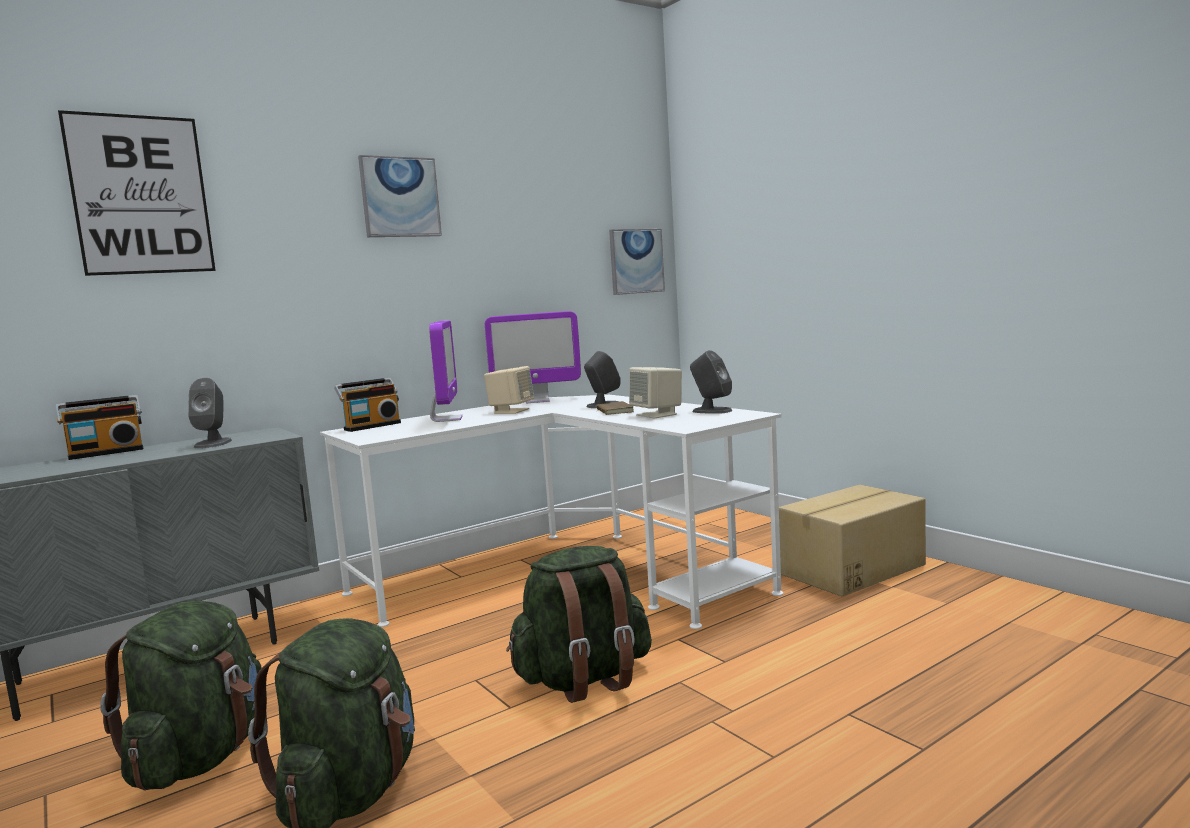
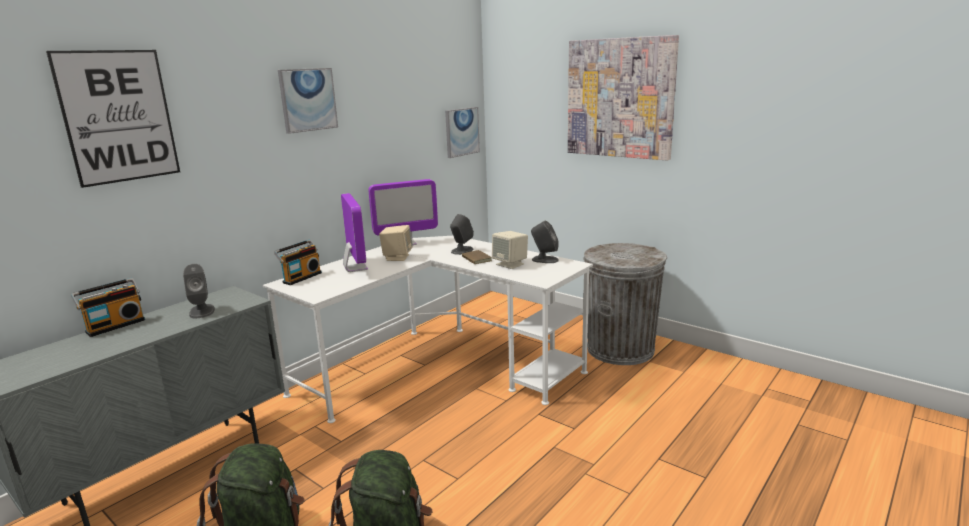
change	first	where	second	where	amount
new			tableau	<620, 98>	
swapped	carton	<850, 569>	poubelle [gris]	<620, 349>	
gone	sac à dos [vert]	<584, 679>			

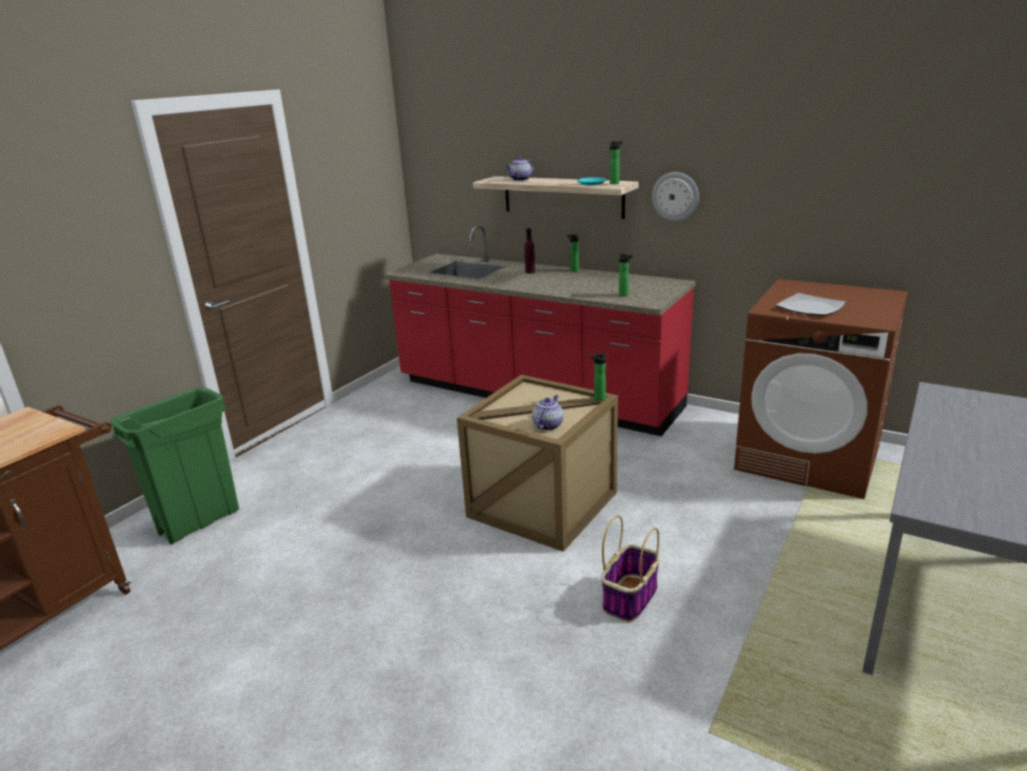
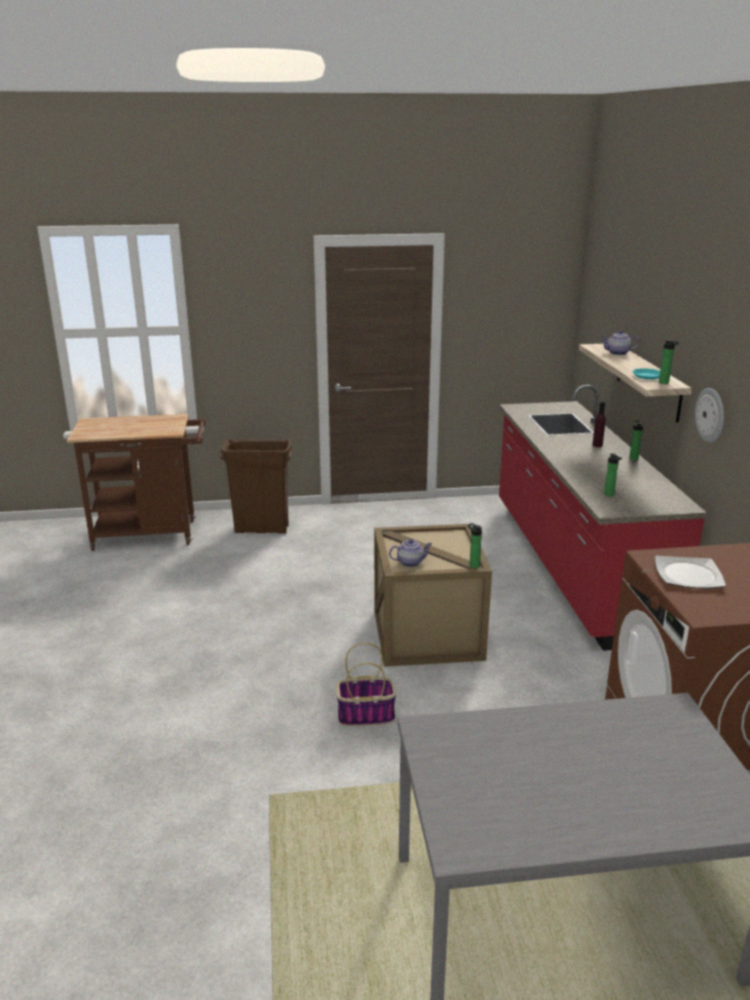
change	first	where	second	where	amount
repainted	poubelle [vert]	<200, 522>	poubelle [marron]	<262, 529>	

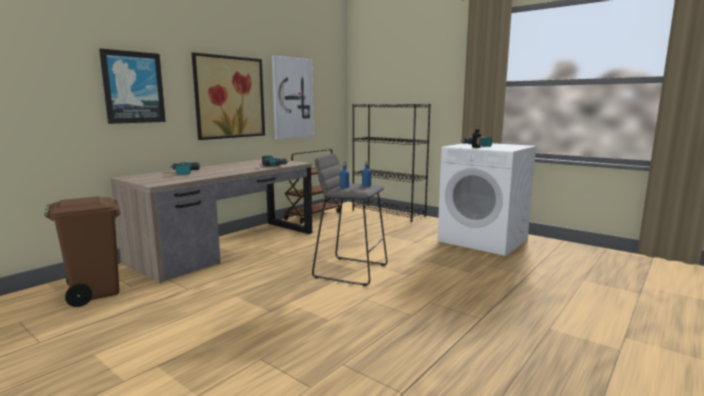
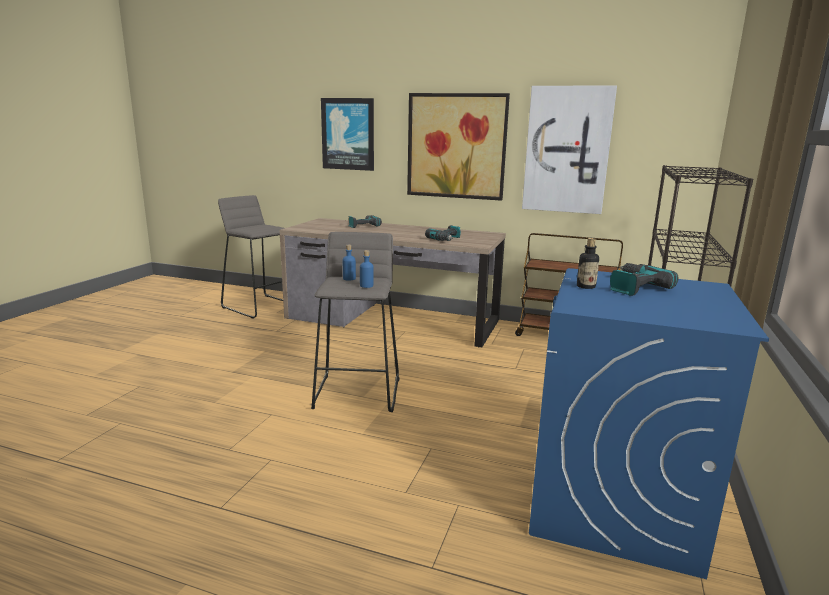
change	first	where	second	where	amount
swapped	poubelle [marron]	<94, 293>	tabouret [gris]	<260, 306>	
repainted	lave-linge [blanc]	<483, 240>	lave-linge [bleu]	<614, 503>	

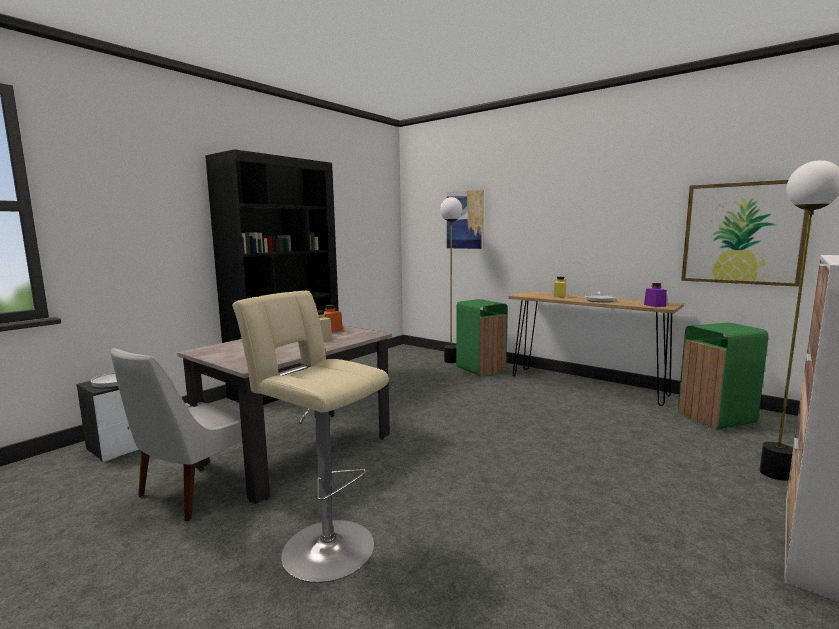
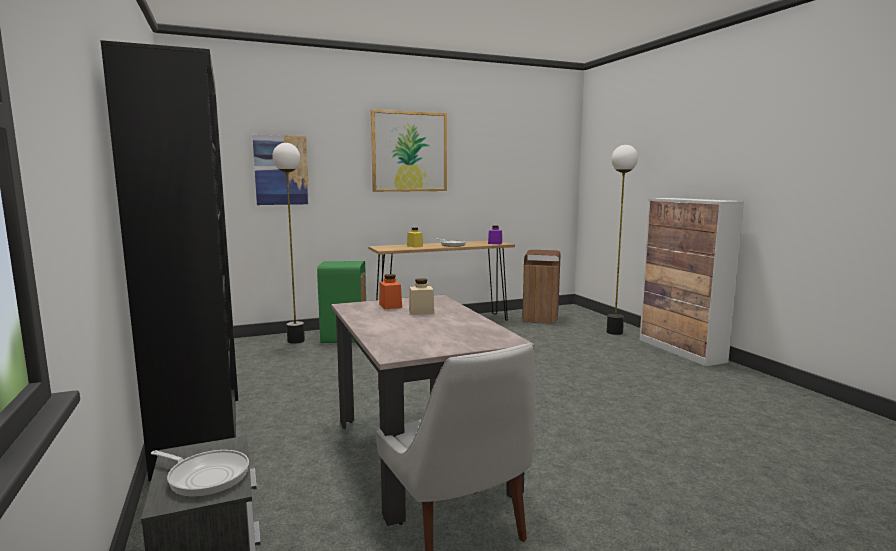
change	first	where	second	where	amount
shifted	tableau	<742, 233>		<409, 152>	
repainted	poubelle [vert]	<717, 418>	poubelle [marron]	<541, 318>	
gone	tabouret [beige]	<323, 546>			

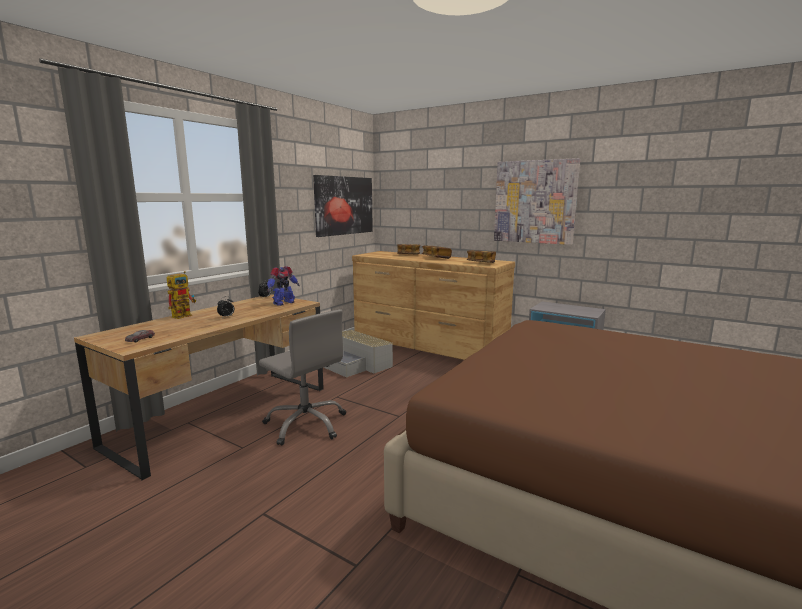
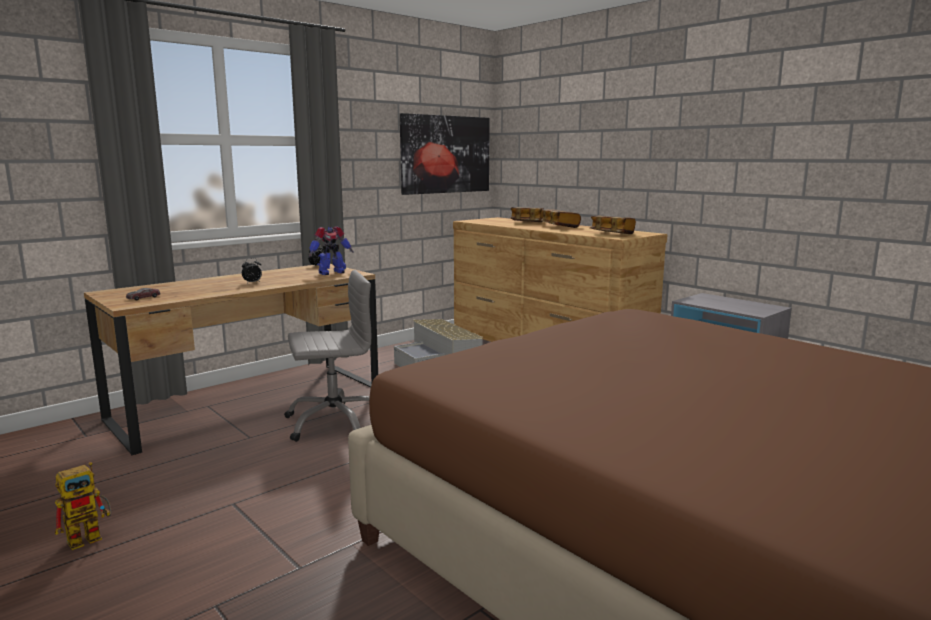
change	first	where	second	where	amount
shifted	robot jouet	<184, 315>		<91, 536>	
rotated	chaise de bureau [gris]	<306, 424>		<334, 422>	75 degrees counterclockwise
gone	tableau	<535, 202>			

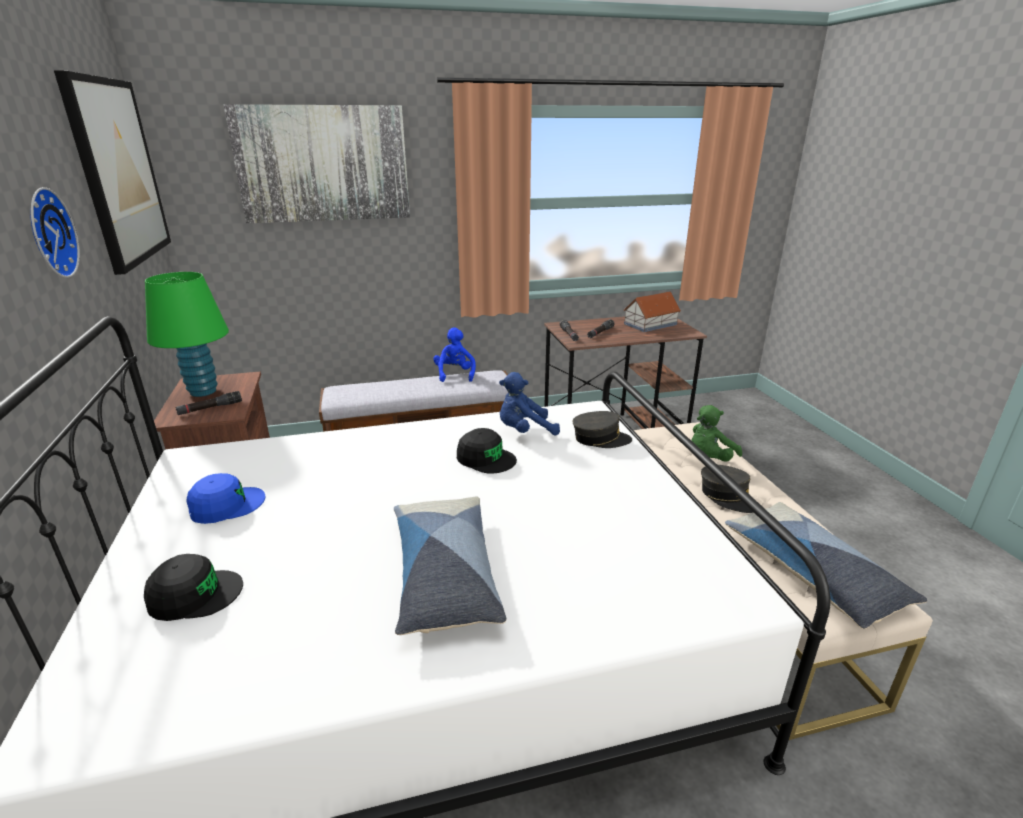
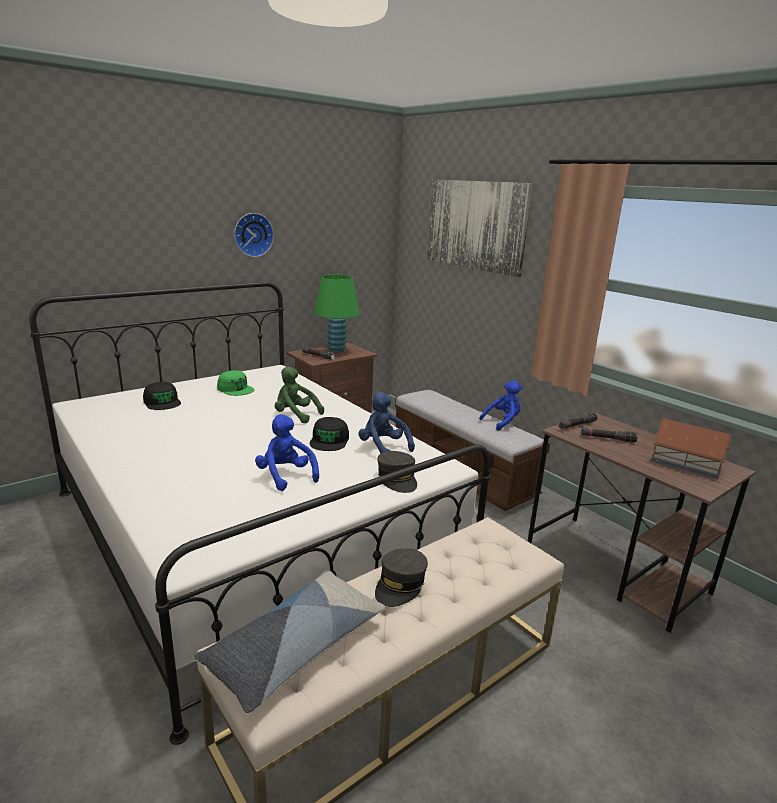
change	first	where	second	where	amount
repainted	casquette [bleu]	<226, 505>	casquette [vert]	<235, 389>	
new			peluche [bleu]	<286, 476>	
shifted	peluche [vert]	<709, 459>		<295, 415>	
gone	tableau	<118, 172>			
gone	coussin	<444, 574>			

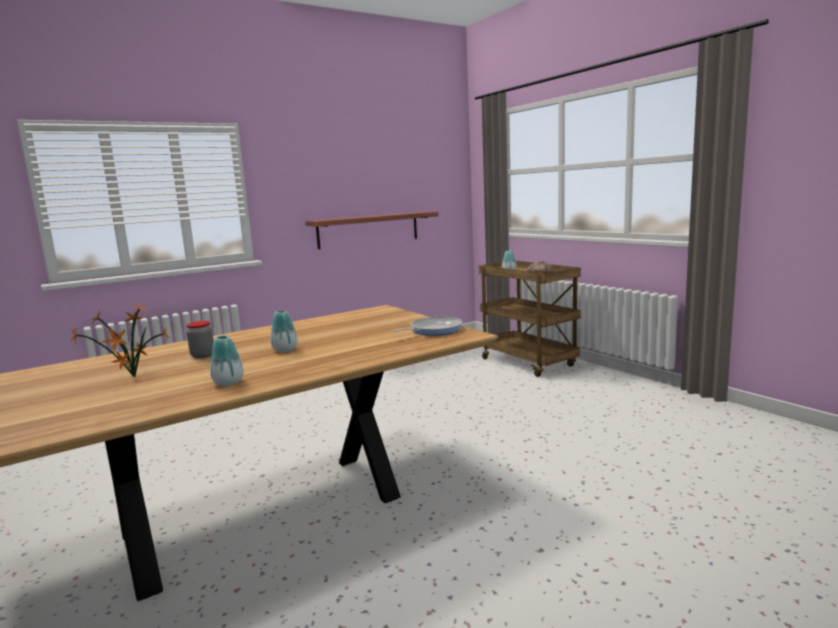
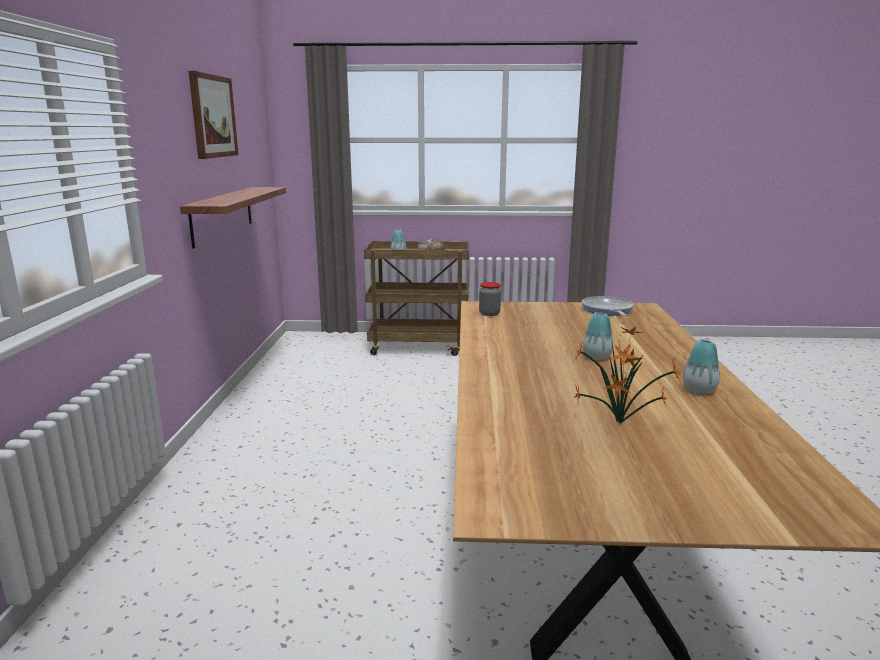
change	first	where	second	where	amount
new			tableau	<212, 116>	
shifted	bocal	<202, 355>		<489, 314>	

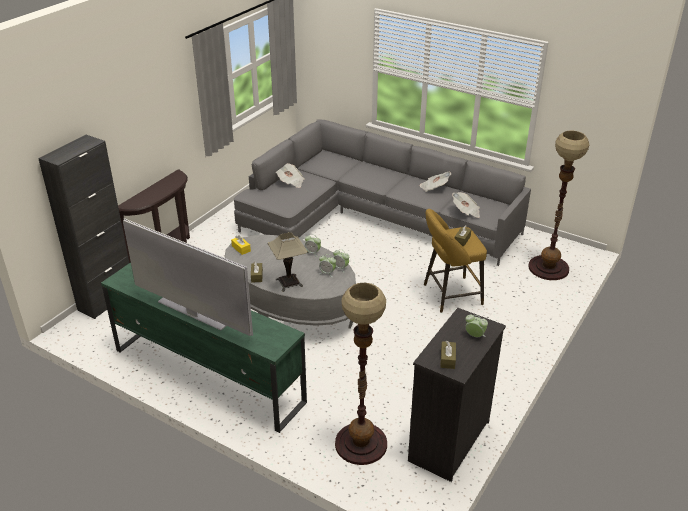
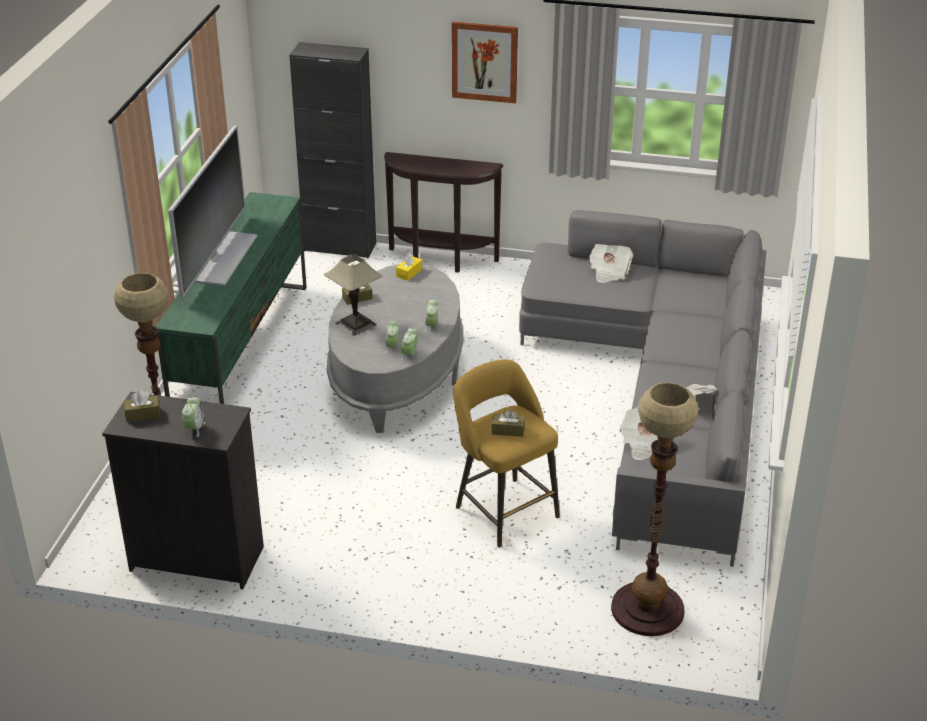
change	first	where	second	where	amount
new			tableau	<484, 61>	

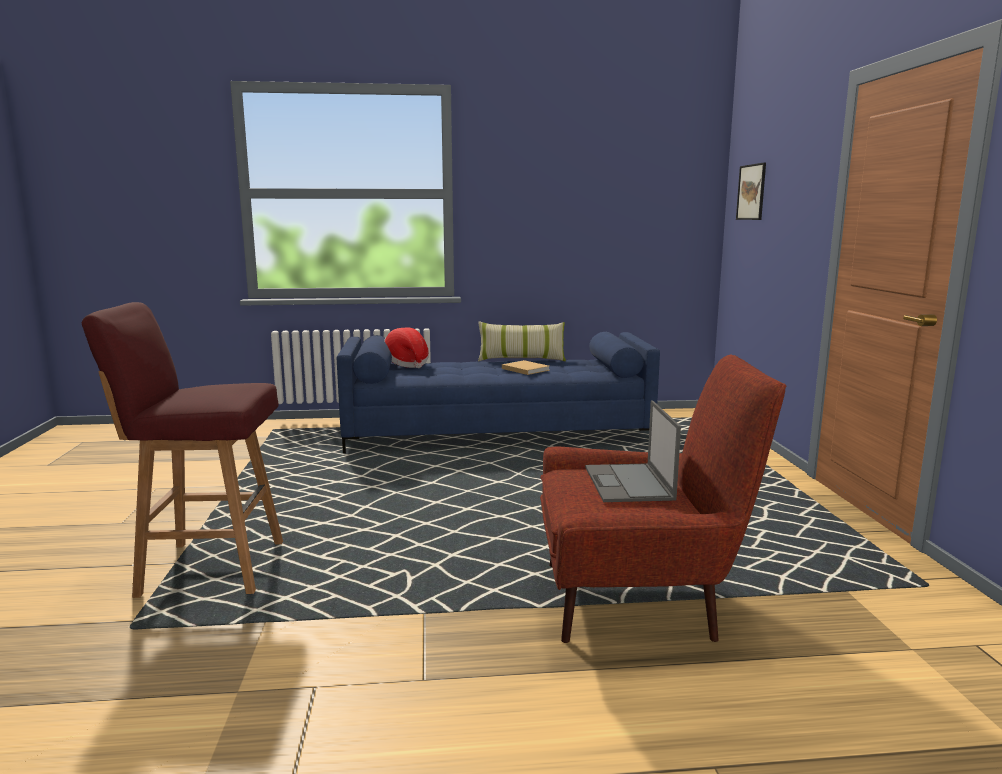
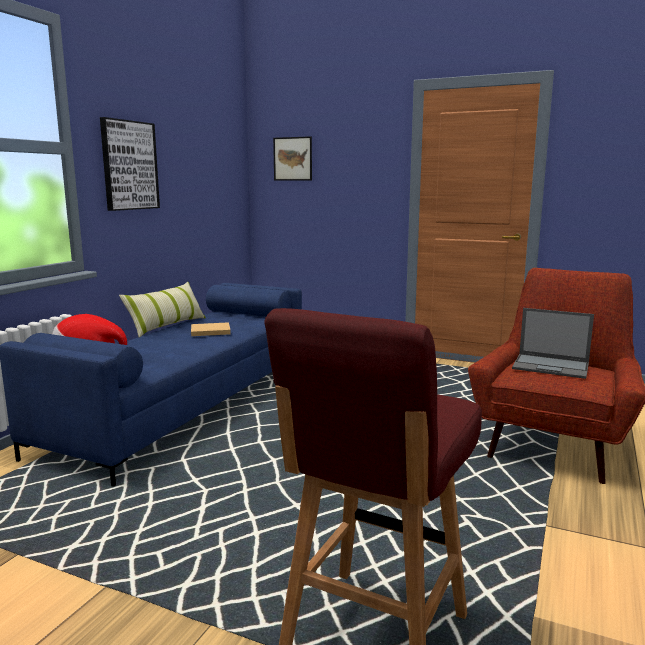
change	first	where	second	where	amount
new			tableau	<129, 165>	

